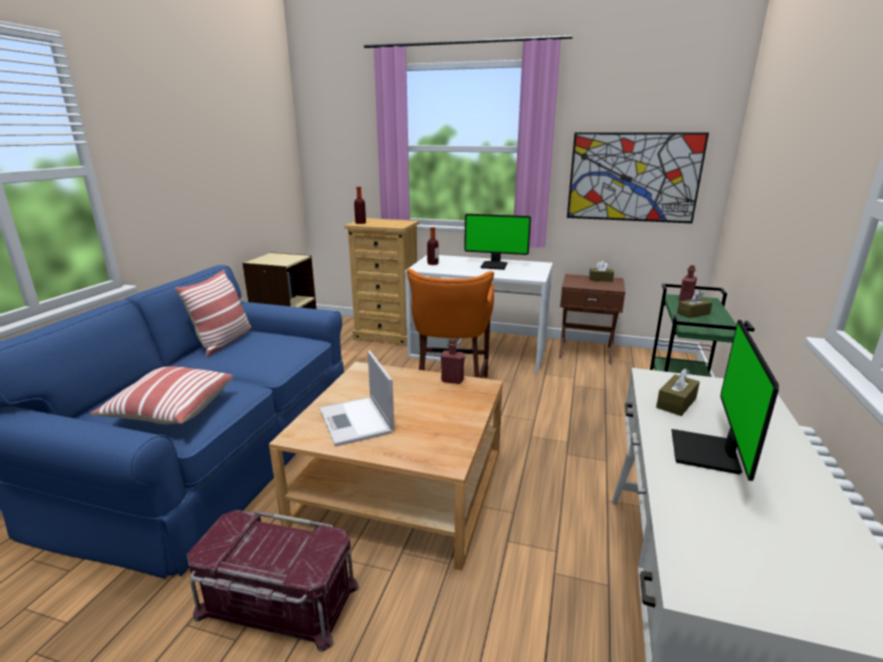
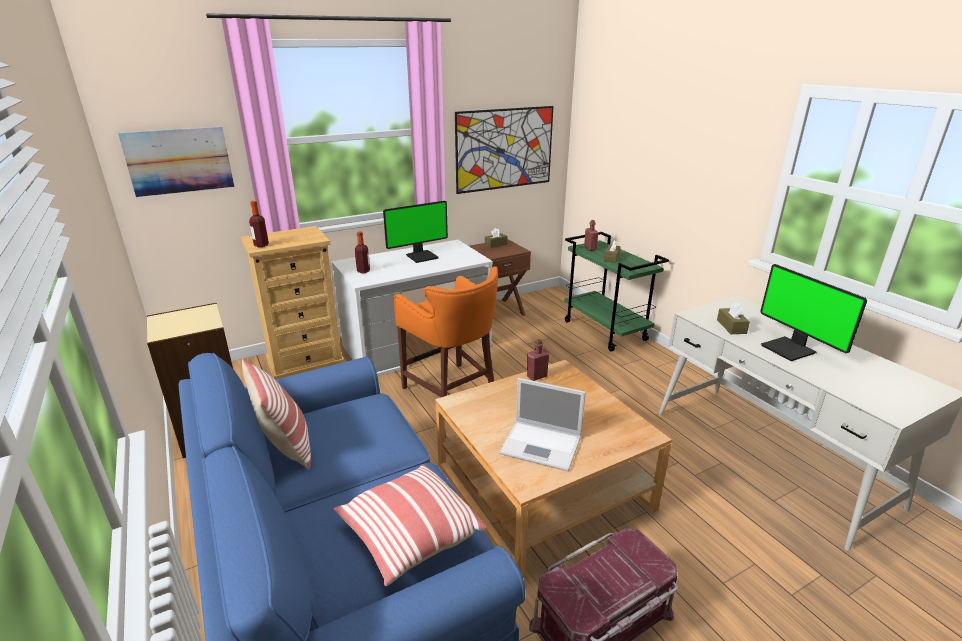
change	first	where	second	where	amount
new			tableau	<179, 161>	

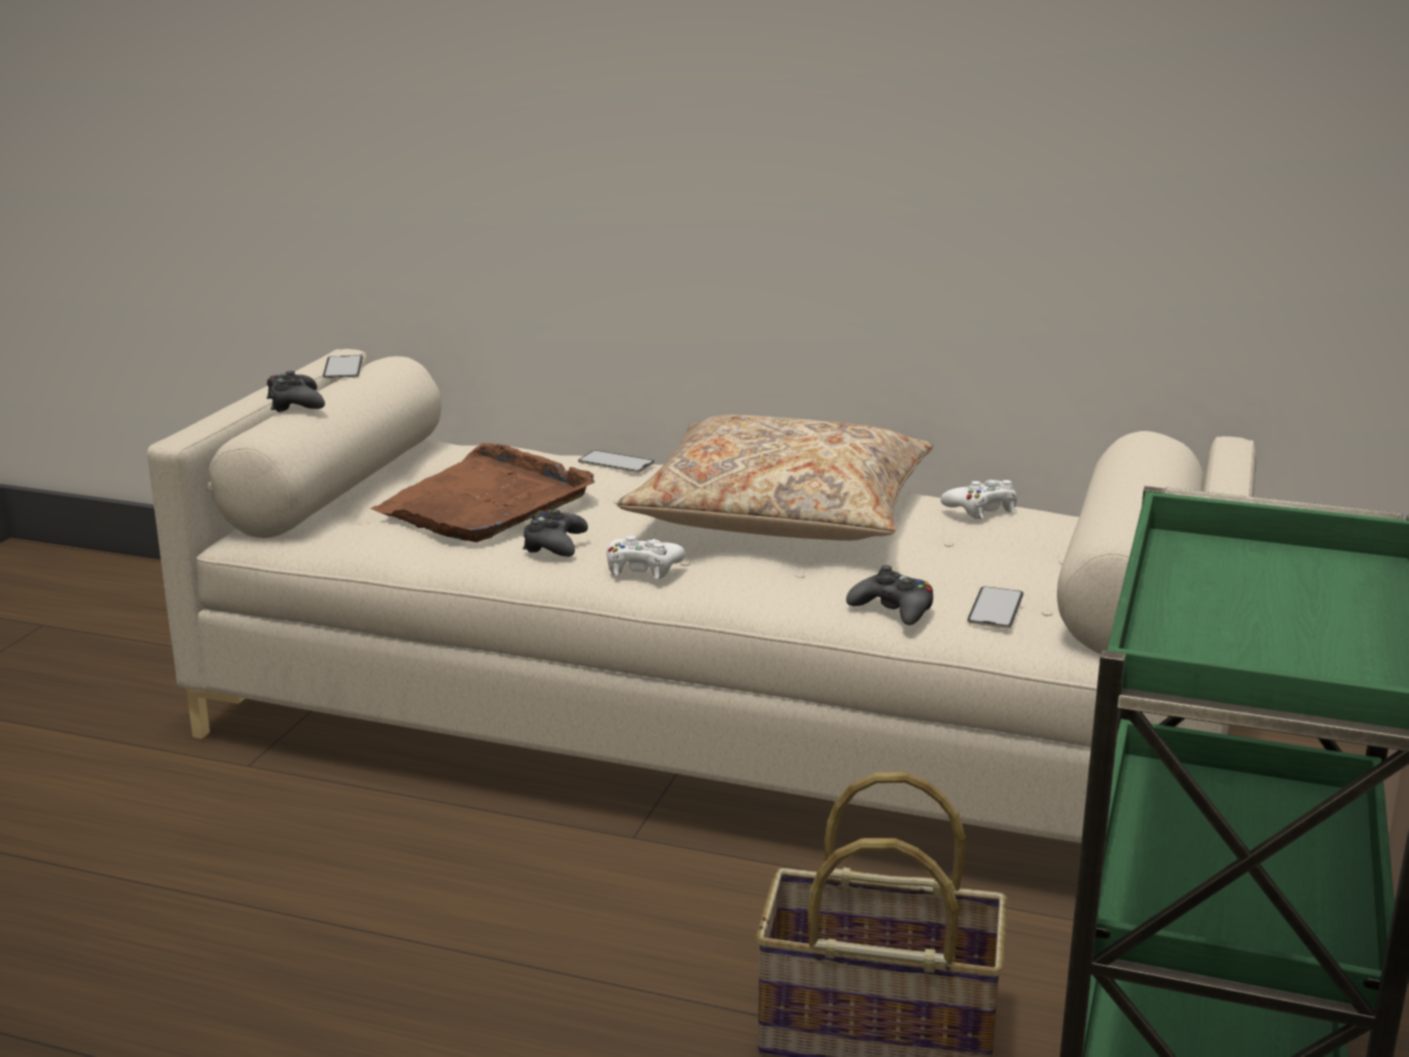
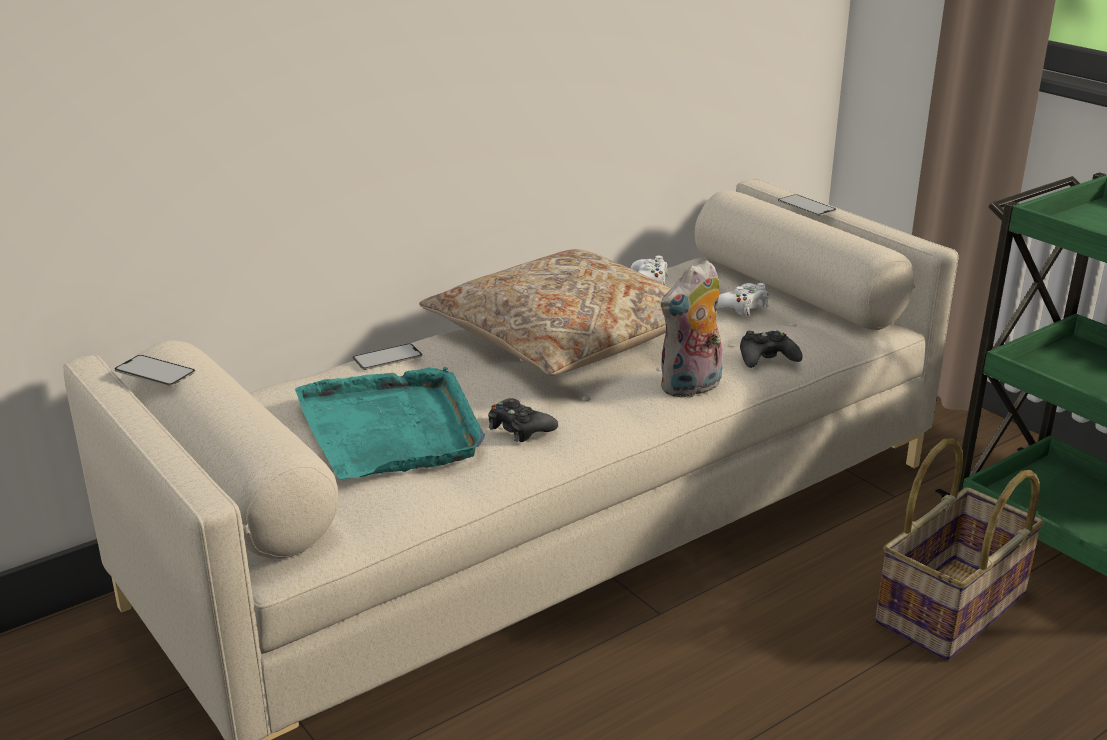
change	first	where	second	where	amount
repainted	plateau [marron]	<486, 502>	plateau [turquoise]	<392, 428>	
new			peluche	<691, 388>	
shifted	manette [blanc]	<642, 568>		<742, 306>	
shifted	téléphone	<995, 608>		<806, 206>	
gone	manette [noir]	<295, 403>			

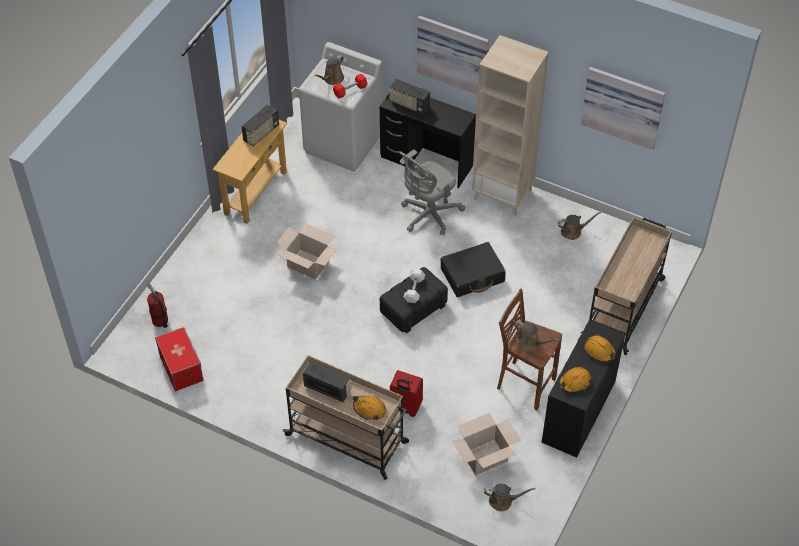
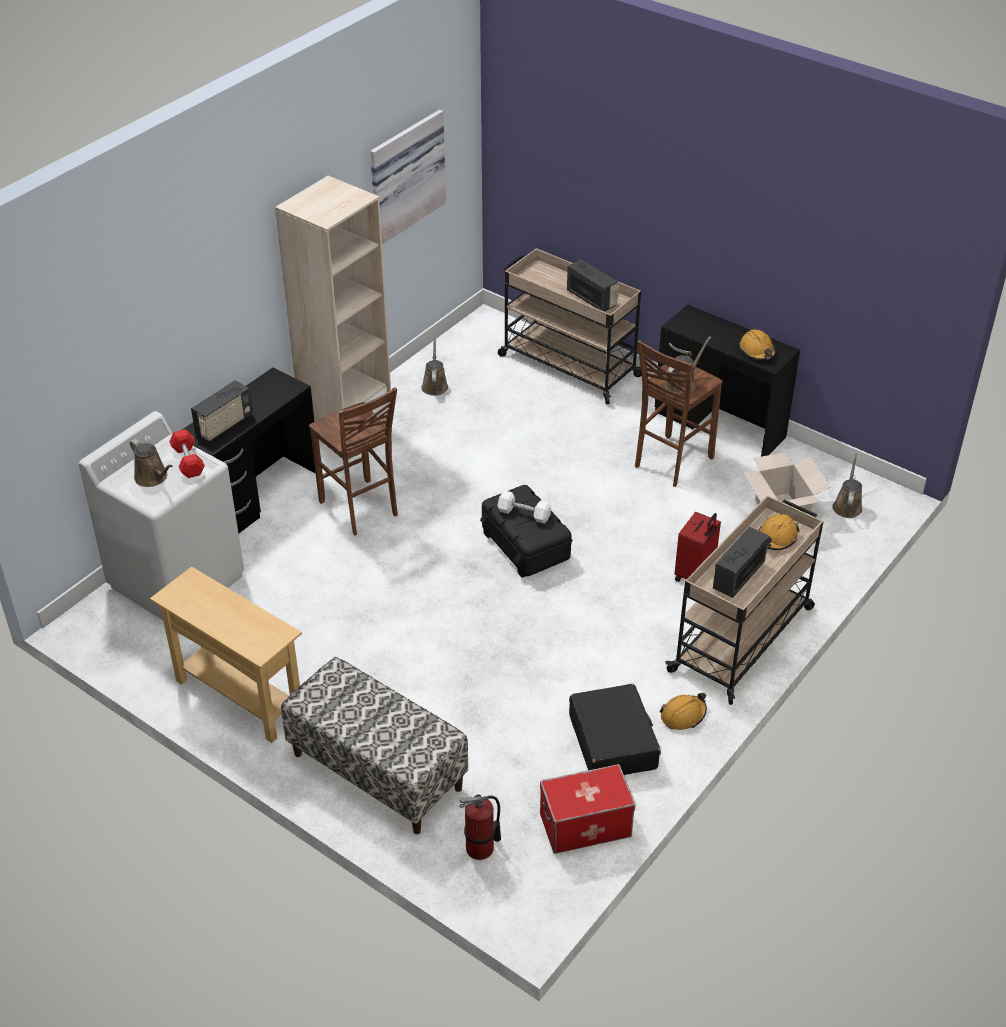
change	first	where	second	where	amount
new			banc	<376, 771>	
swapped	chaise de bureau [gris]	<428, 215>	tabouret [marron]	<360, 509>	
shifted	radio	<261, 133>		<592, 299>	
shifted	valise [noir]	<472, 275>		<613, 741>	
shifted	casque de chantier [orange]	<599, 351>		<683, 715>	
gone	carton	<307, 264>			
gone	tableau	<454, 53>			

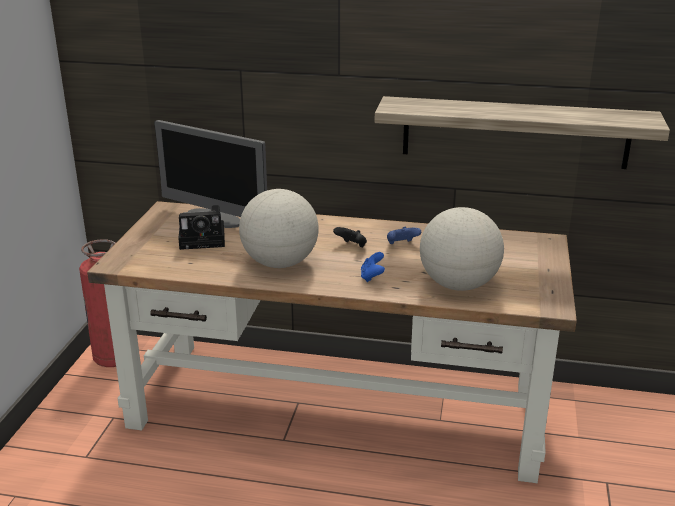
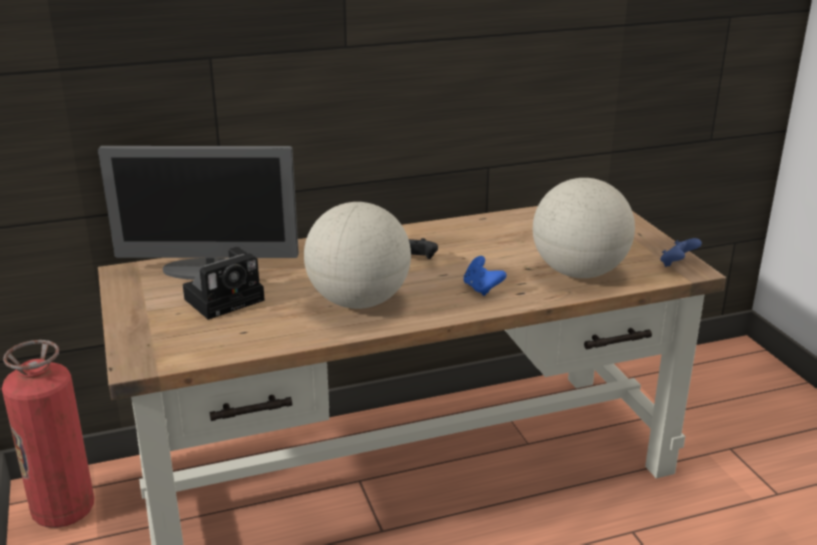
change	first	where	second	where	amount
shifted	manette [bleu]	<401, 245>		<677, 264>	
gone	étagère	<514, 132>			

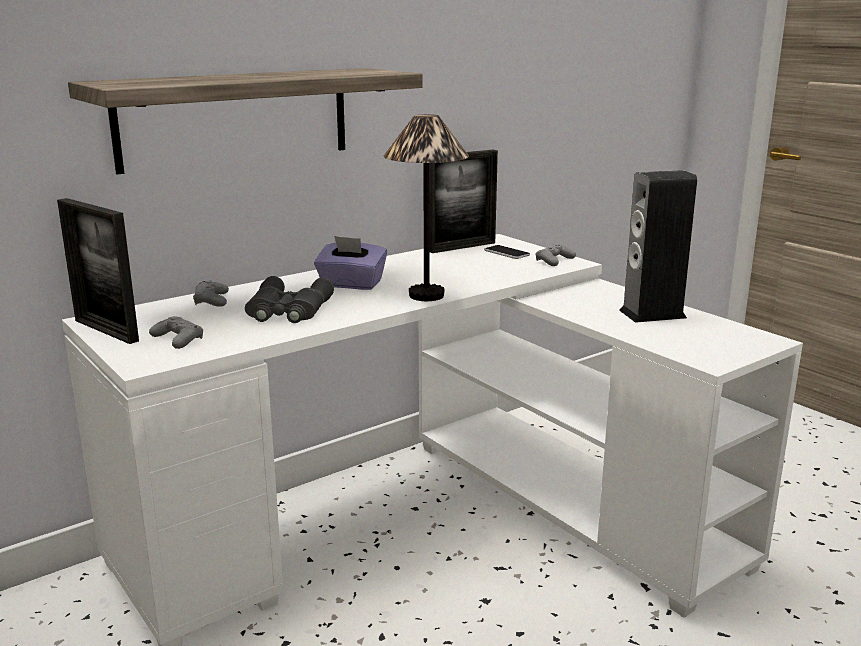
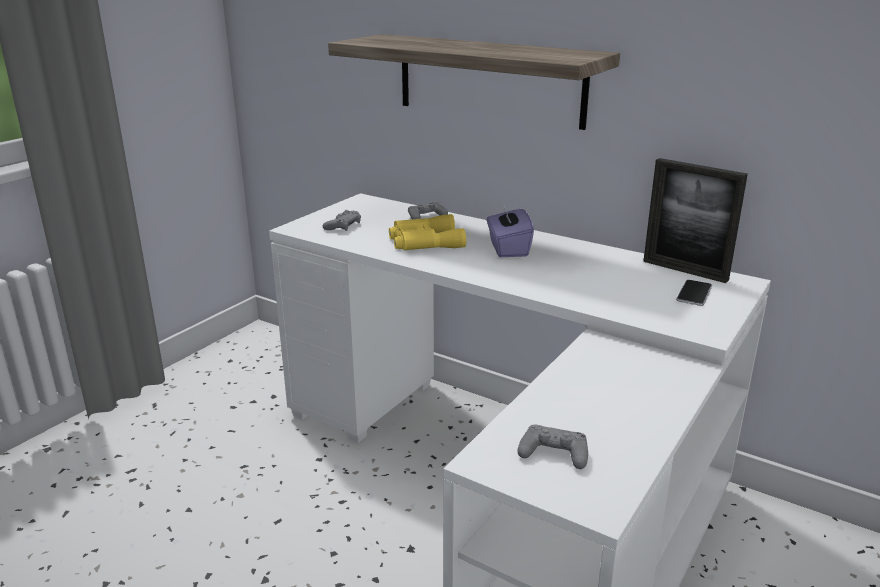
change	first	where	second	where	amount
repainted	jumelles [gris]	<288, 310>	jumelles [jaune]	<423, 241>	
shifted	manette [gris]	<554, 260>		<554, 453>	
gone	cadre photo	<106, 330>			
gone	lampe de table	<425, 295>			
gone	enceinte	<652, 314>			

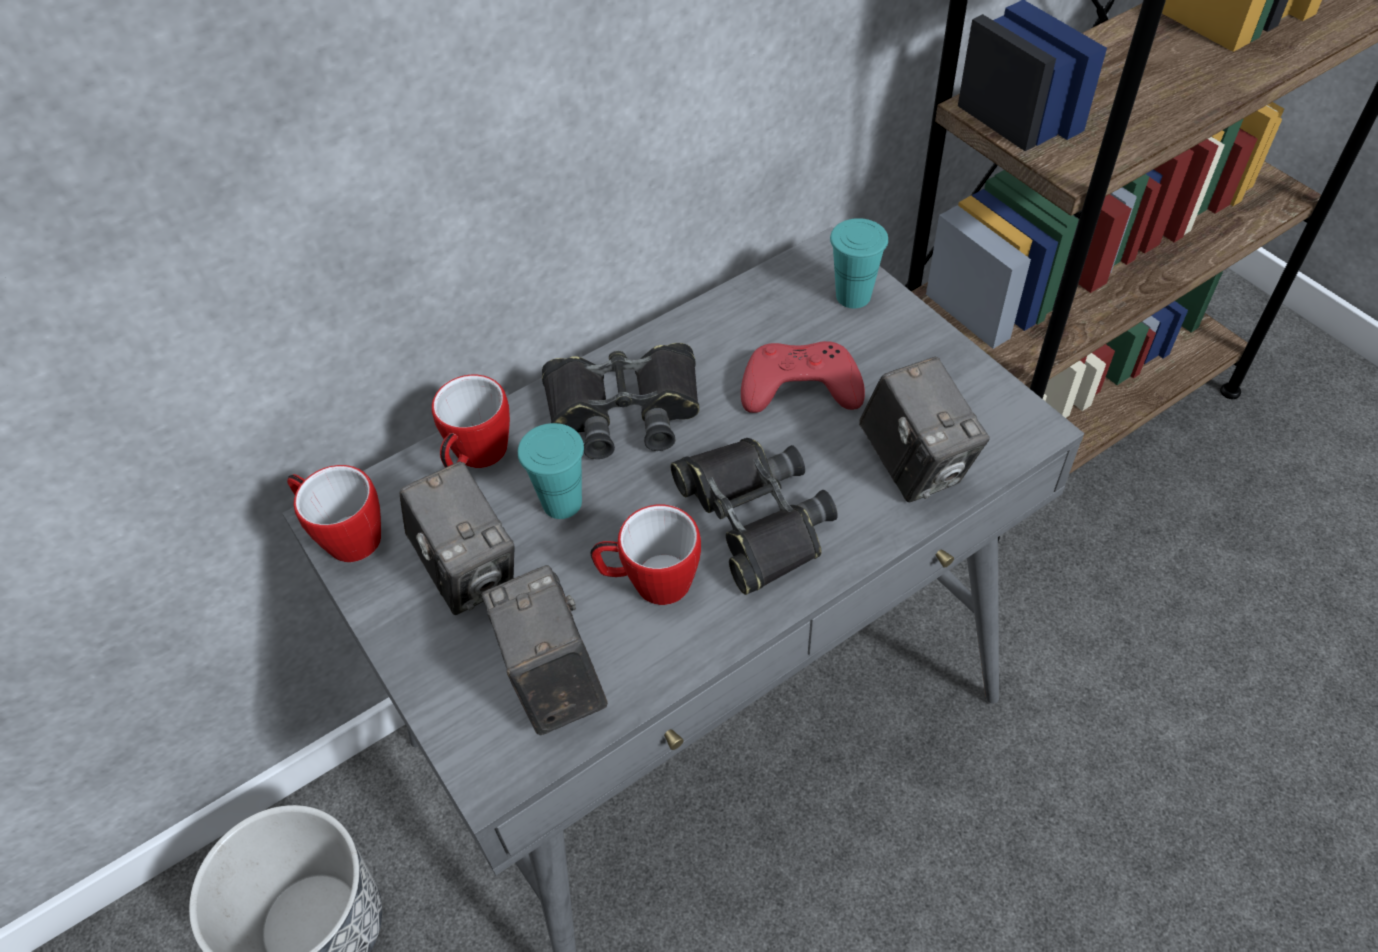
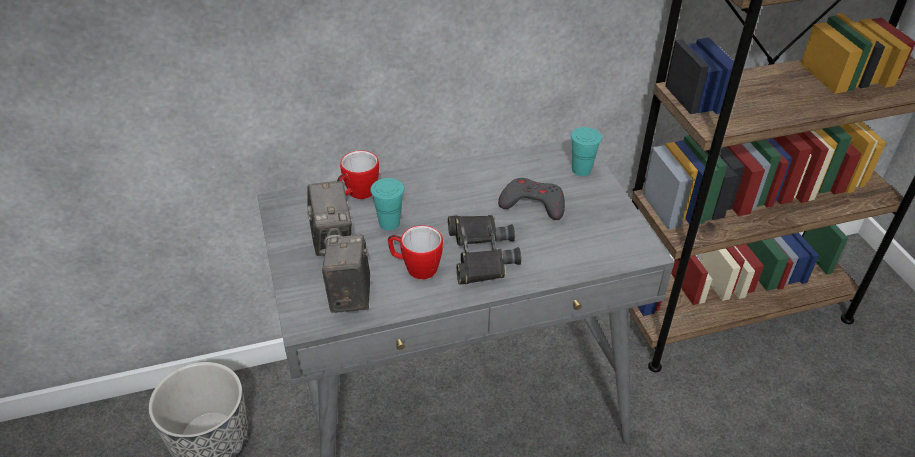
change	first	where	second	where	amount
repainted	manette [rouge]	<800, 386>	manette [gris]	<533, 203>	
gone	mug	<344, 535>			
gone	jumelles [noir]	<624, 409>			
gone	appareil photo	<915, 464>			

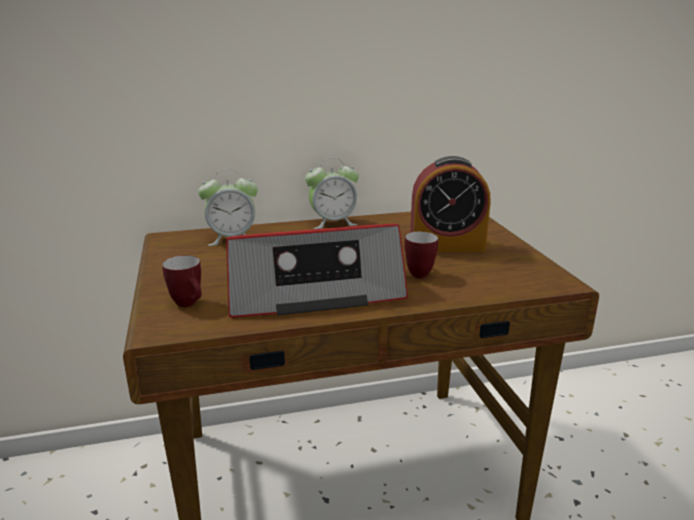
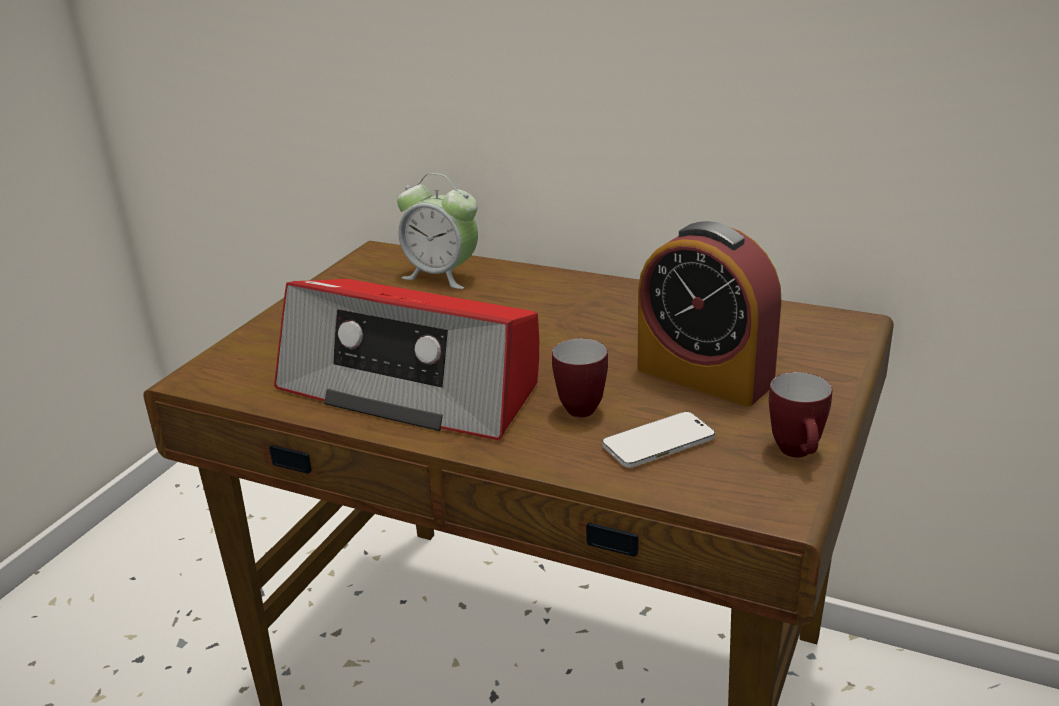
change	first	where	second	where	amount
new			téléphone	<658, 443>	
shifted	mug	<189, 304>		<799, 454>	
gone	réveil	<332, 223>			

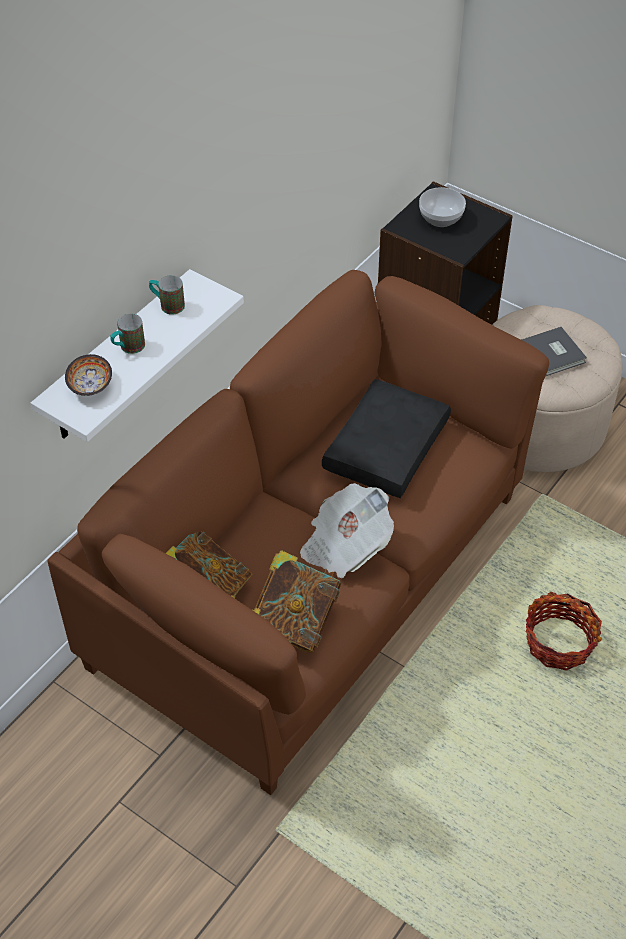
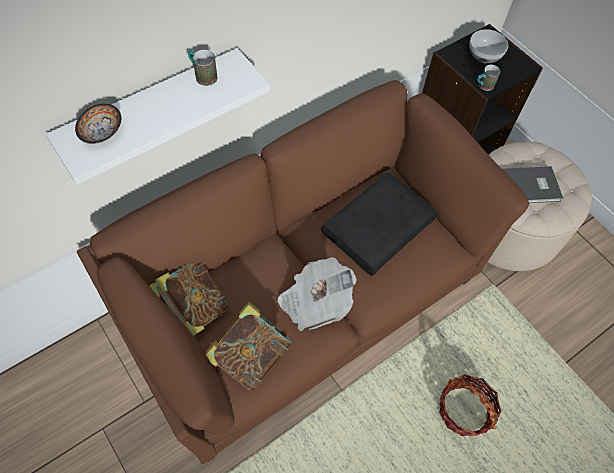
change	first	where	second	where	amount
shifted	mug	<128, 348>		<483, 86>	

